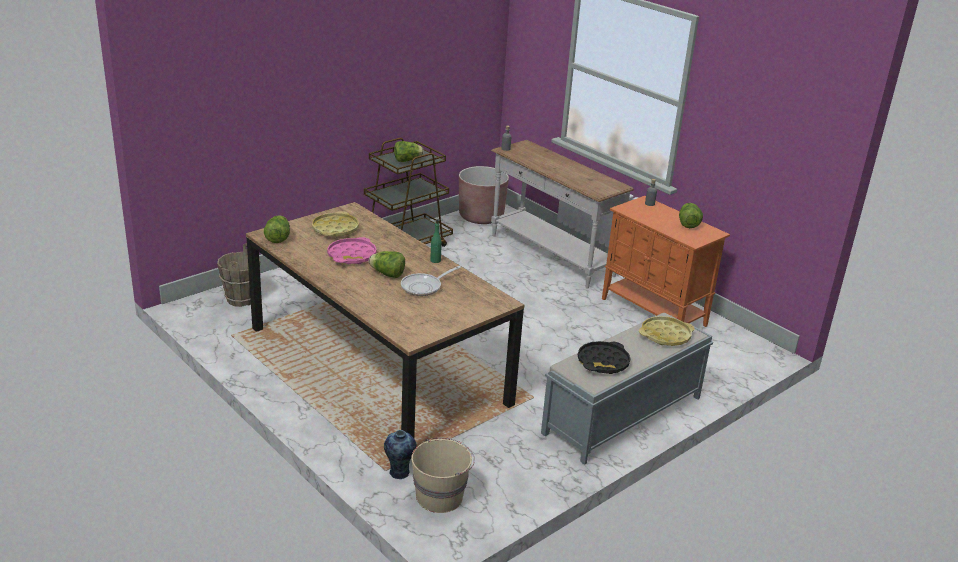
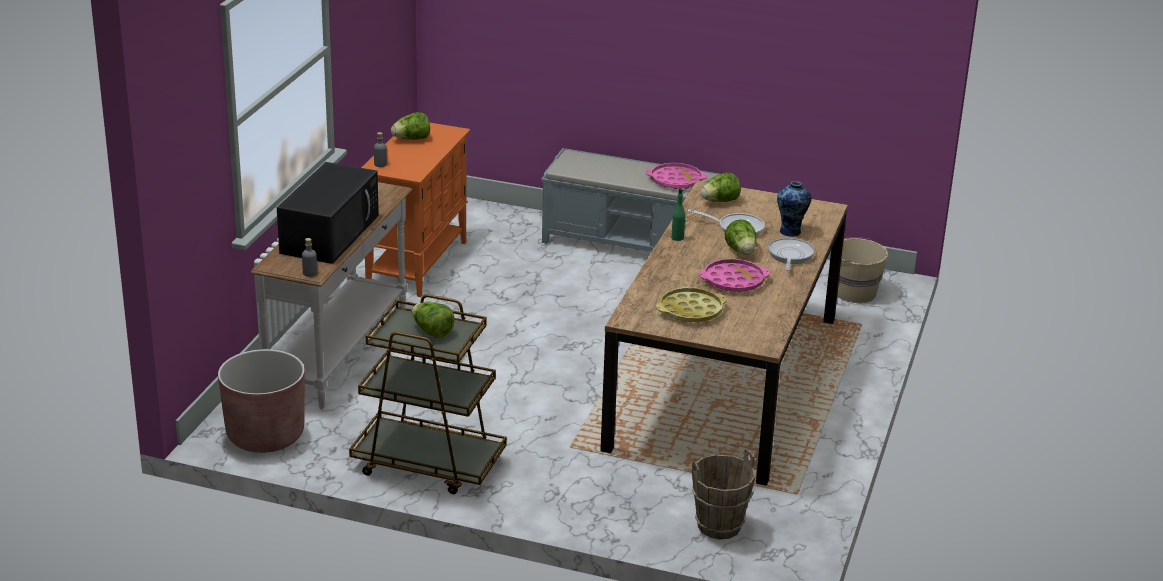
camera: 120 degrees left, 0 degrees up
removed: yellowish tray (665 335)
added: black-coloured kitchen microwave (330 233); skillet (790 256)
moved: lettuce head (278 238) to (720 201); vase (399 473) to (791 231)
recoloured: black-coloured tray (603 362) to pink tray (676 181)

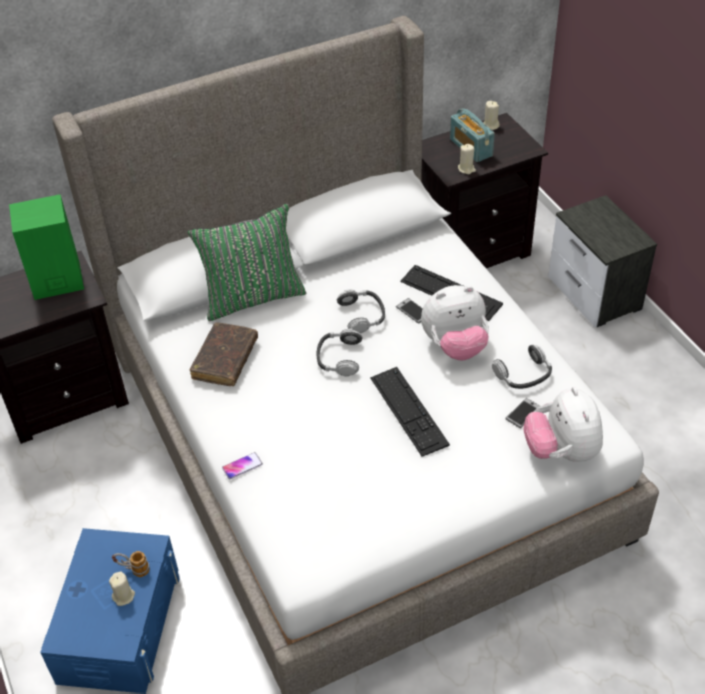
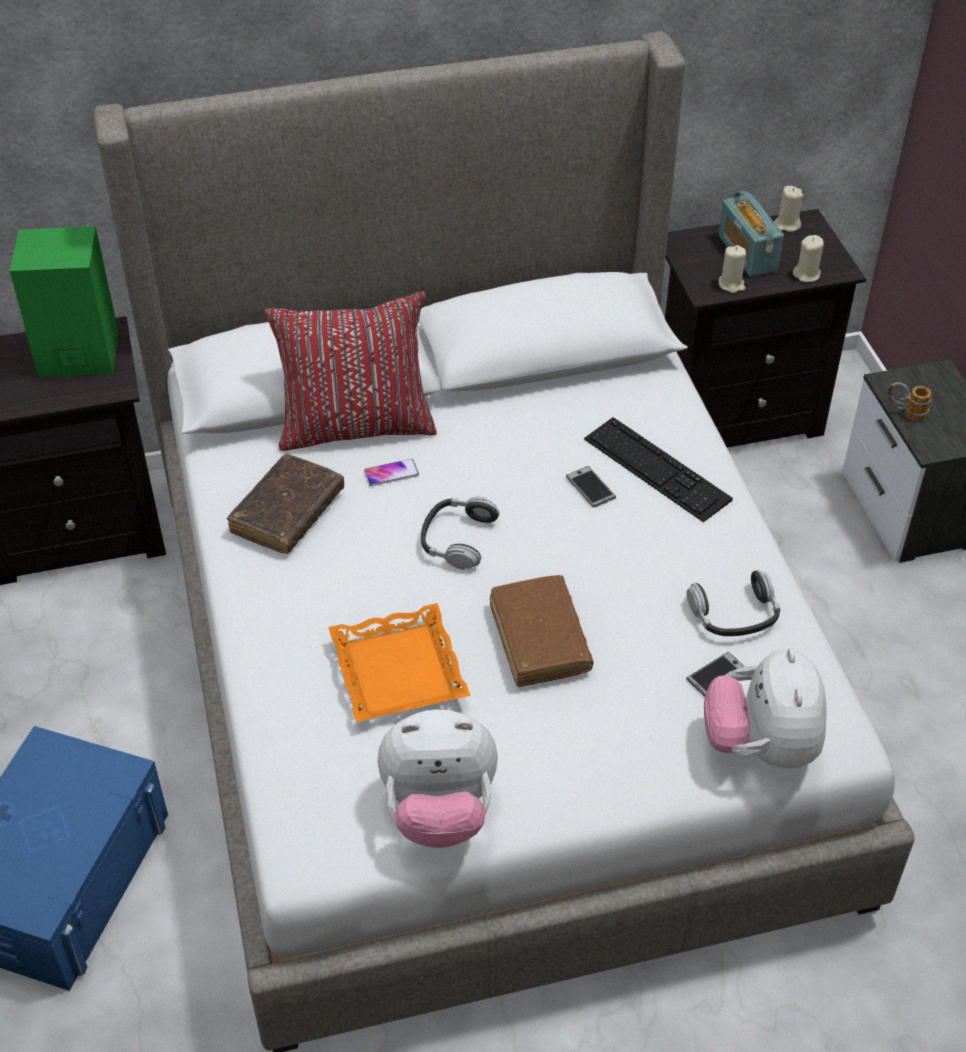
camera: 10 degrees right, 0 degrees up
removed: headphones (362 315)
added: orange-coloured tray (400 671)
moved: cuddly toy (455 346) to (439 811); phone (242 466) to (391 473); tea mug (133 570) to (905 413); beige wax candle (124 596) to (806 274)
replaced: computer keyboard (408 410) to brown-coloured volume (539 639)
recoloured: greenish throw pillow (252 297) to red-coloured throw pillow (356 425)

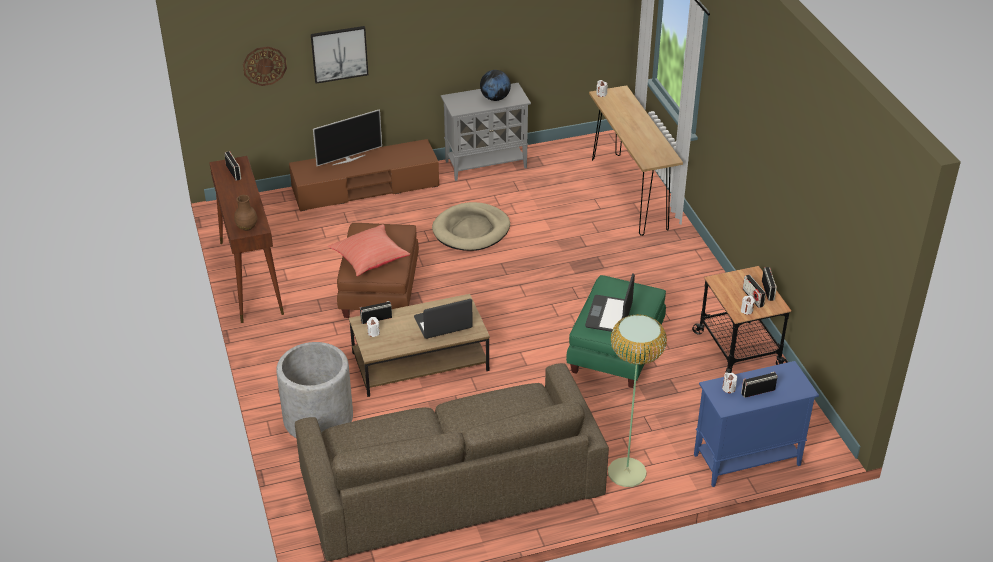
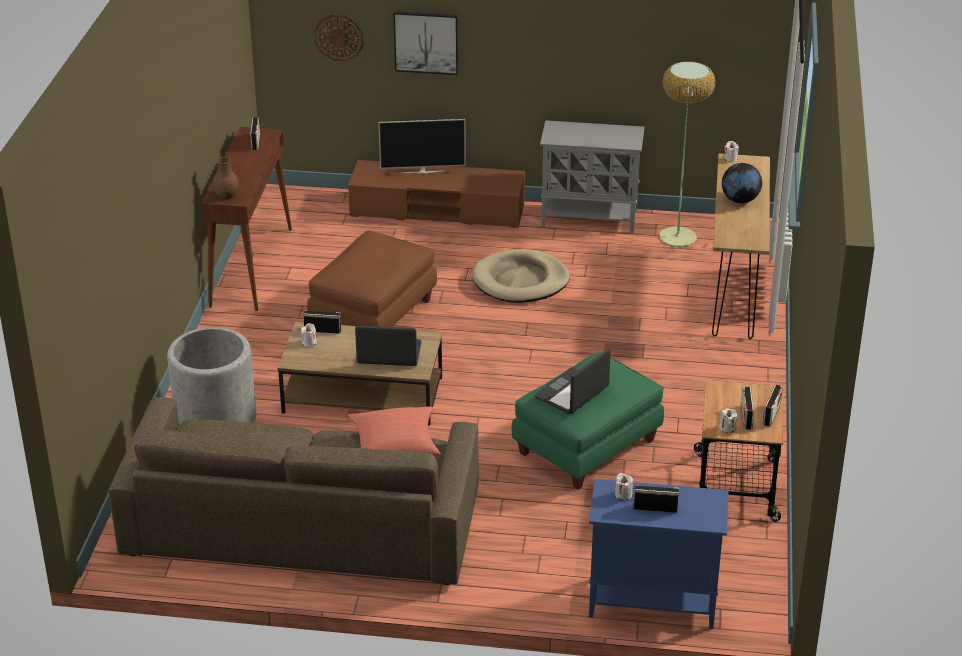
camera: 25 degrees right, 5 degrees down
moved: world globe (495 98) to (740 200); red-coloured throw pillow (370 260) to (395 448); standing lamp (626 472) to (677 237)

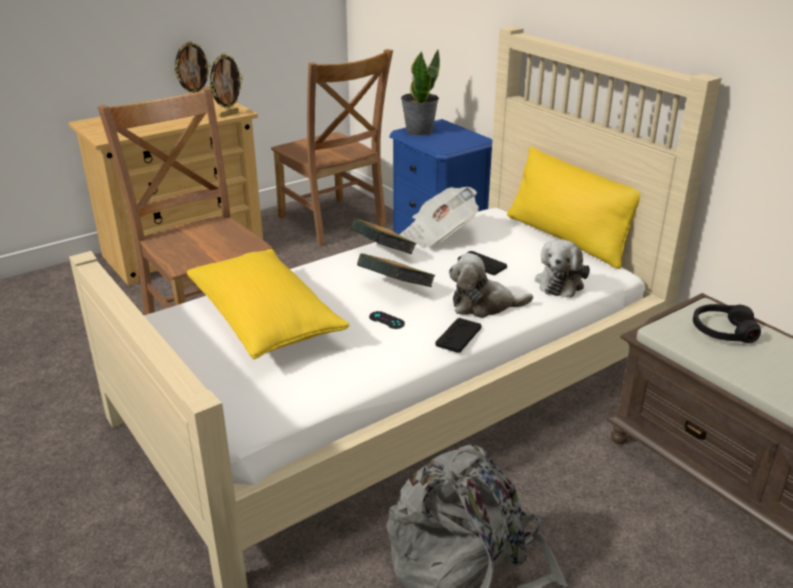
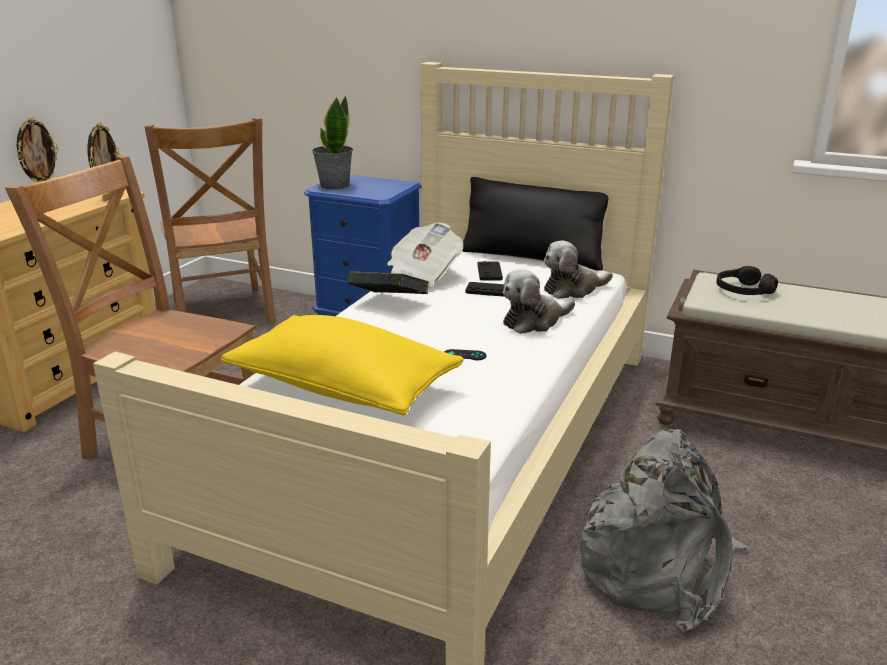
camera: 30 degrees left, 5 degrees down
removed: volume (395 289)
moved: black-coloured gamepad (458 336) to (489 272)
recoloured: yellowish throw pillow (566 238) to black-coloured throw pillow (532 258)
turned: brown-coloured upright chair (333 223) = (223 313) 45 degrees clockwise; cuddly toy (560 282) = (573 289) 75 degrees clockwise

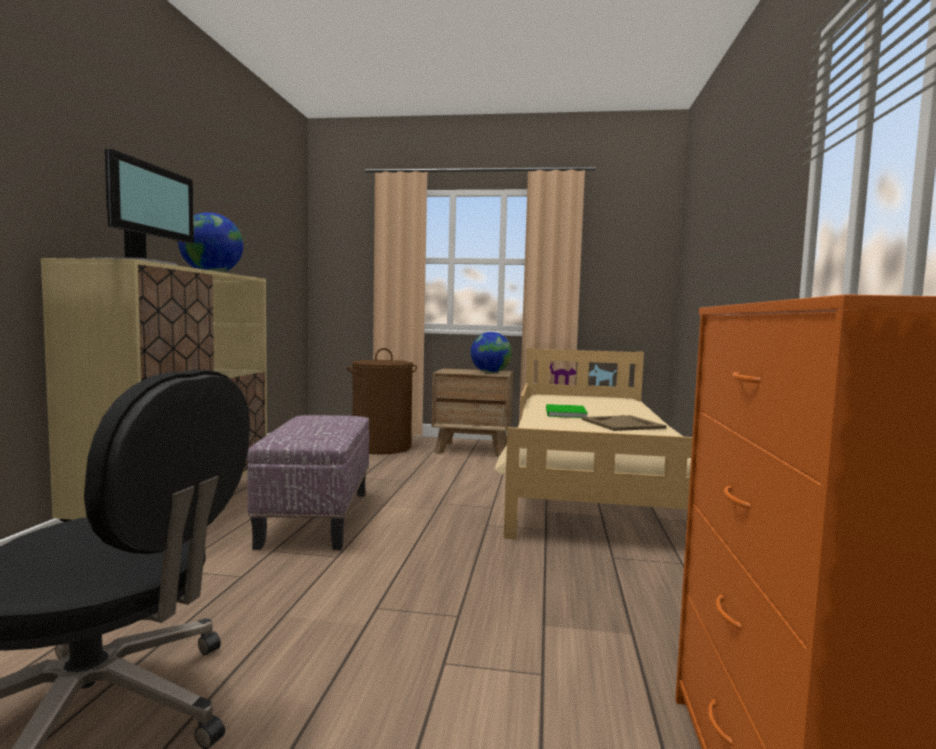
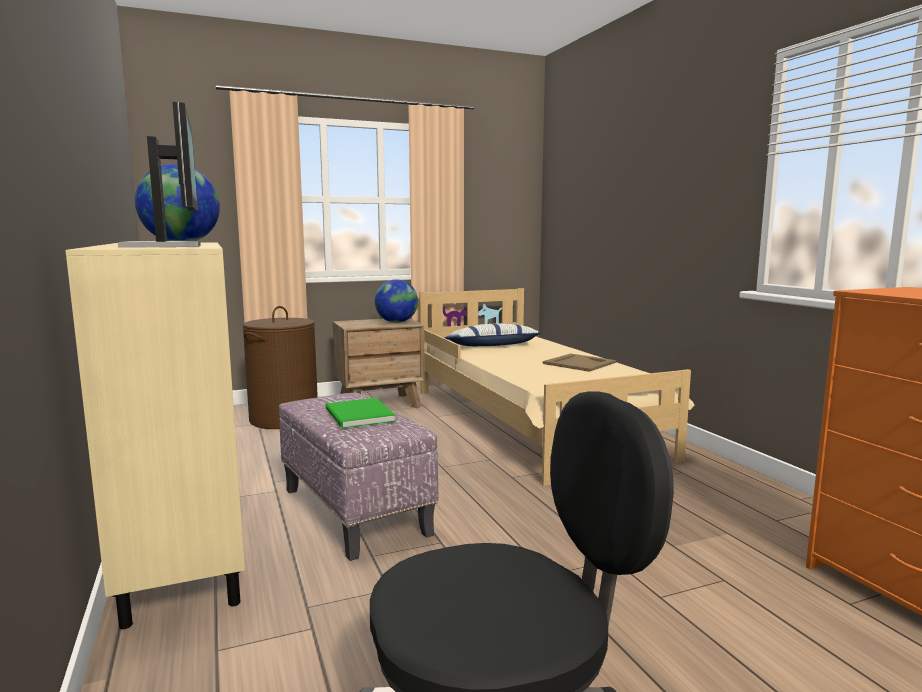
camera: 30 degrees left, 5 degrees up
added: throw pillow (492 346)
moved: greenish volume (564 413) to (358 416)

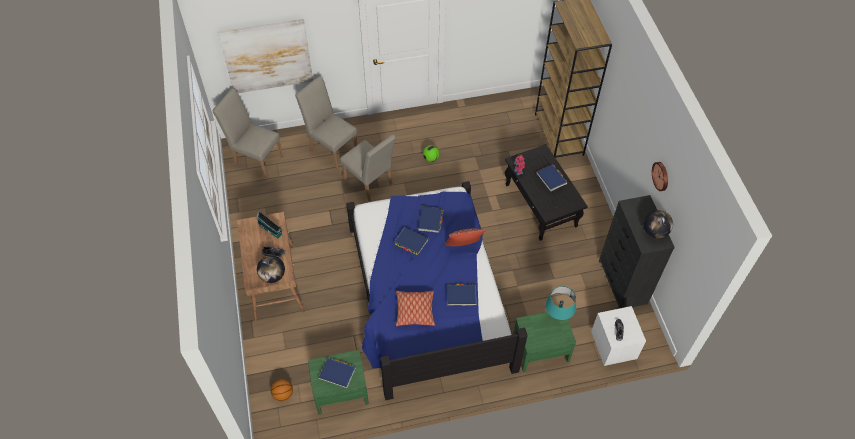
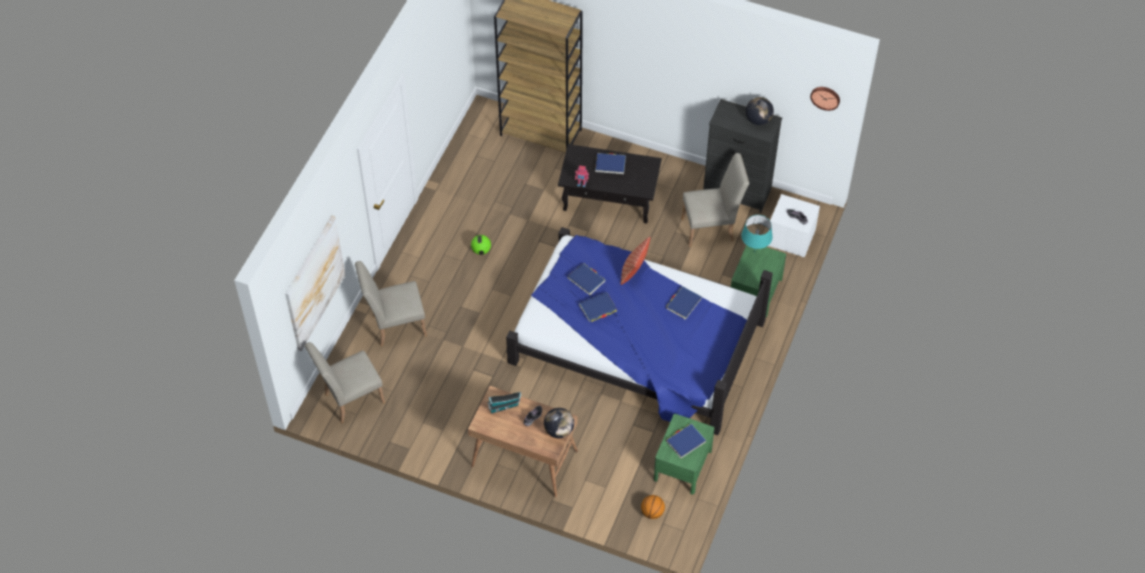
camera: 55 degrees left, 0 degrees up
removed: throw pillow (415 311)
moved: beige upright chair (370 184) to (712 228); wall clock (661 176) to (825 97)

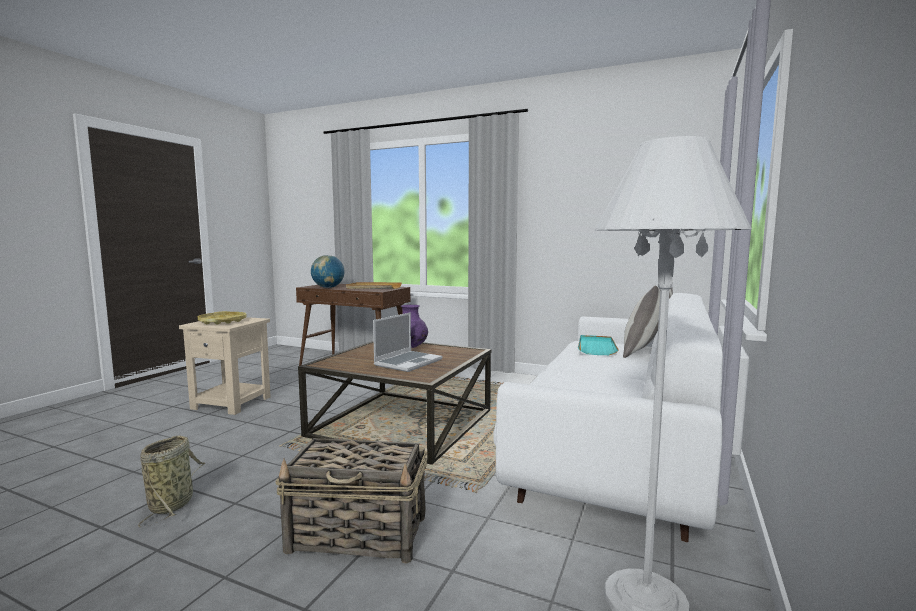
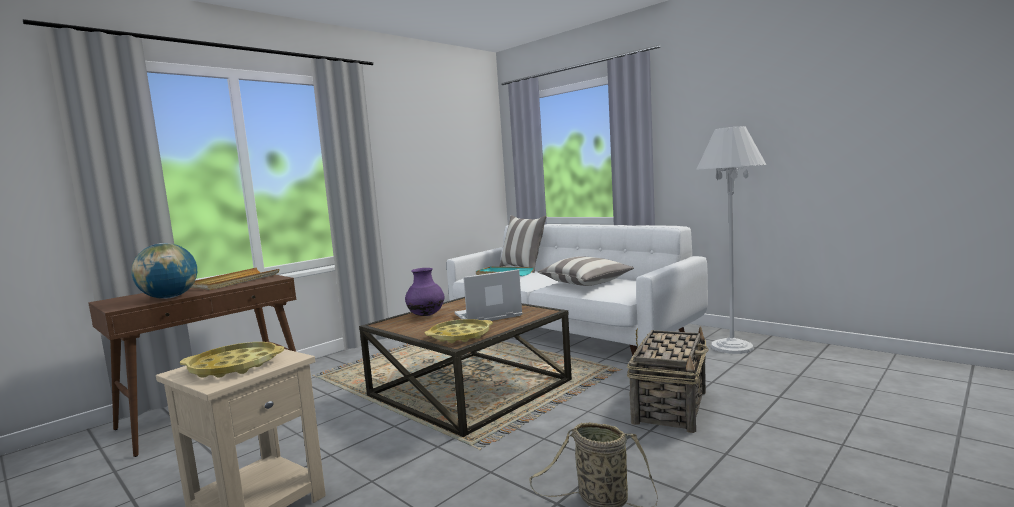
camera: 70 degrees left, 0 degrees up
added: throw pillow (585 282); yellowish tray (460 336)
turned: portable computer (408 362) = (487 316) 75 degrees counterclockwise

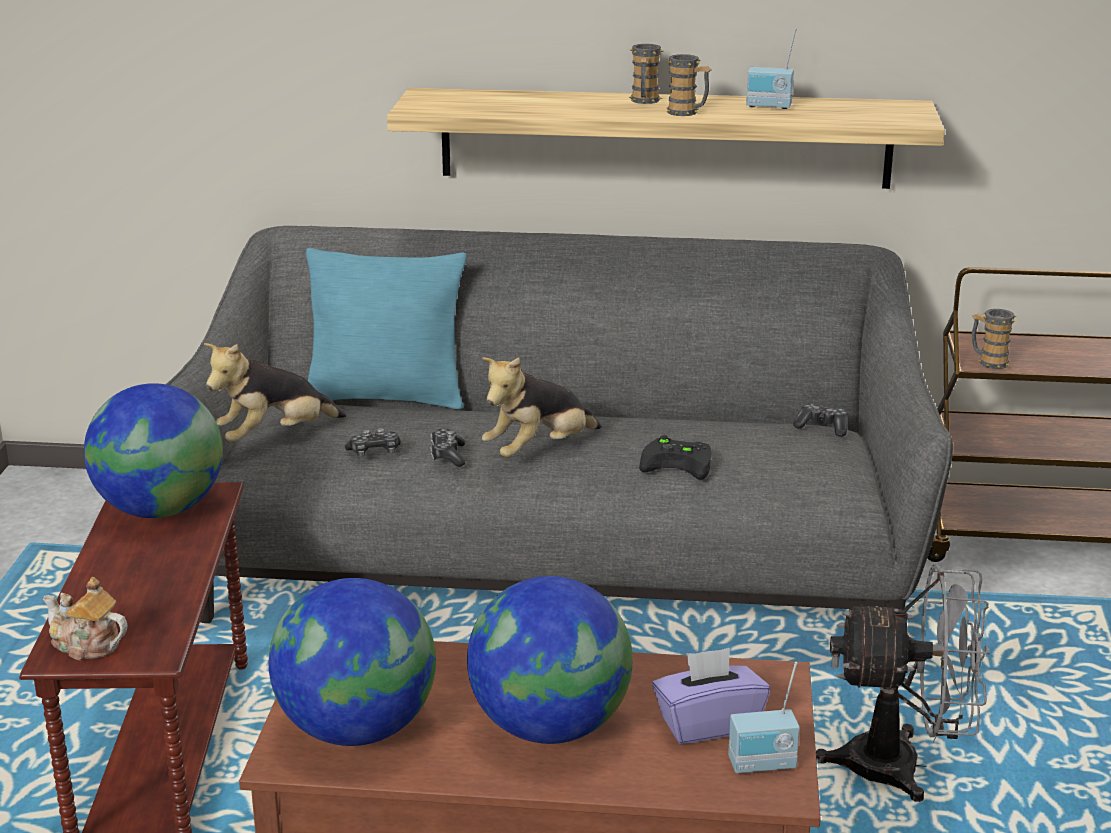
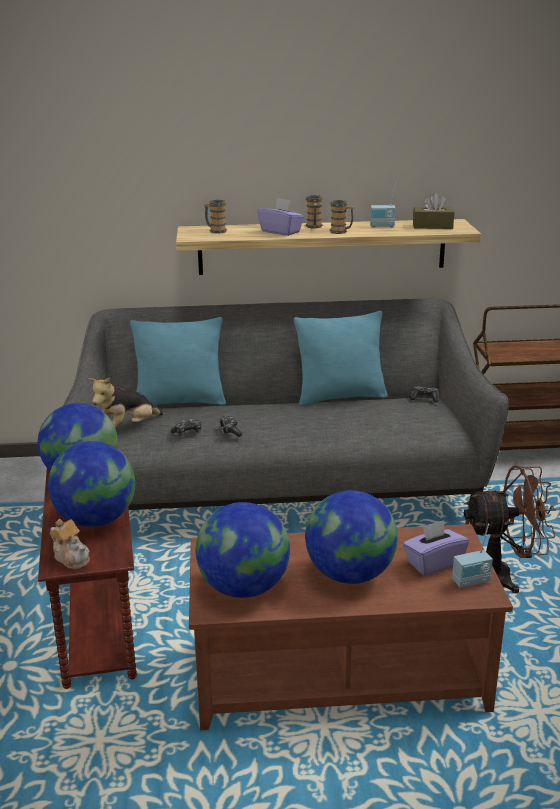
camera: 10 degrees left, 0 degrees up
removed: cuddly toy (539 451); black-coloured gamepad (680 463)
added: brown-coloured tissue box (432 226); purplish tissue box (281 231); turquoise throw pillow (340 397); world globe (96 520)
moved: tea mug (988 362) to (215 231)
recoloured: greyish cooling fan (903 767) to brown-coloured cooling fan (502 576)
turned: tea pot (86 646) = (72 558) 150 degrees counterclockwise

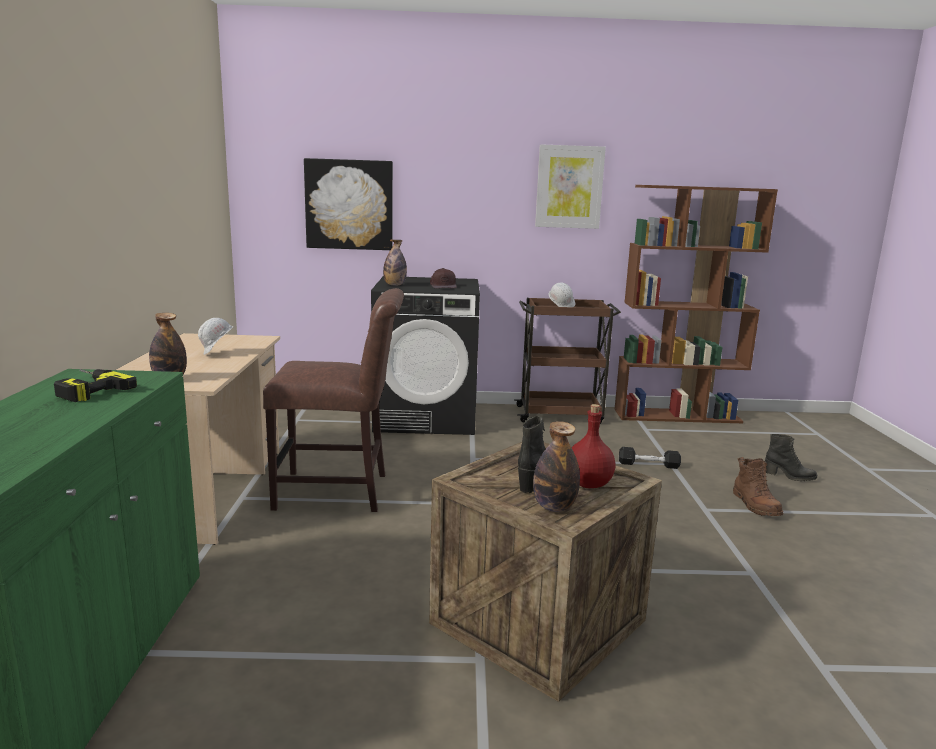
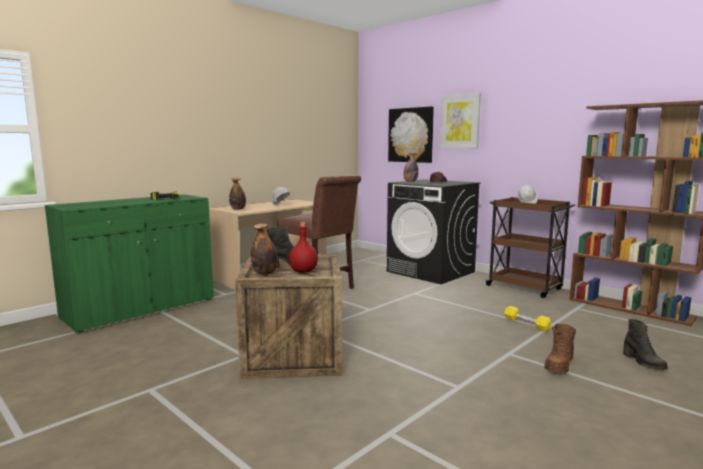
camera: 45 degrees right, 5 degrees down
moved: wall picture (569 187) to (460 121)
recoloured: black-coloured hand weight (648 464) to yellowish hand weight (526 324)

